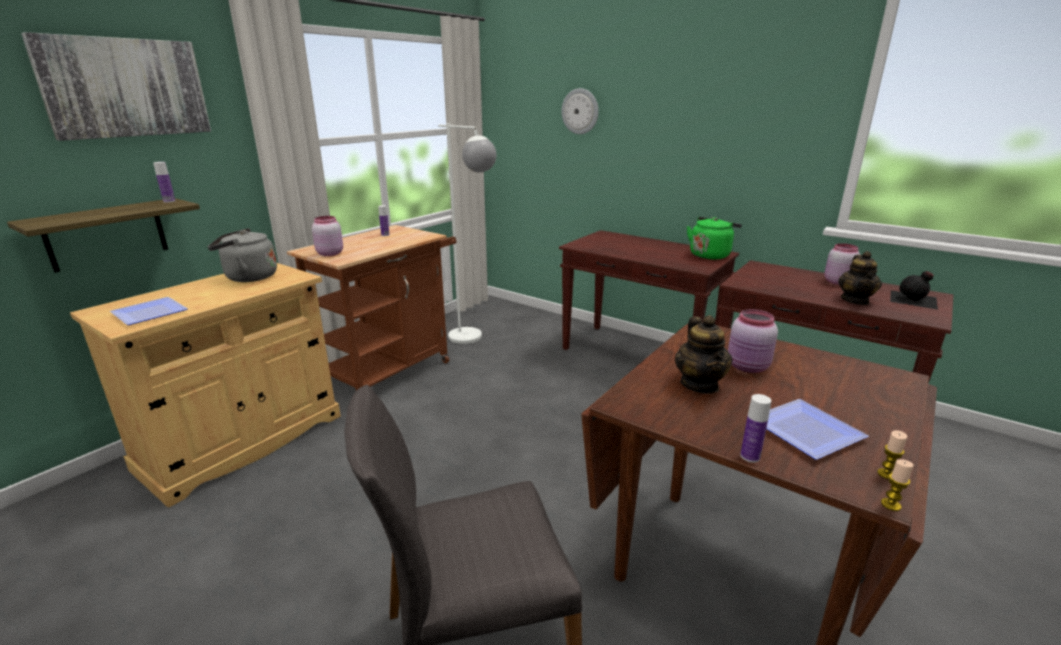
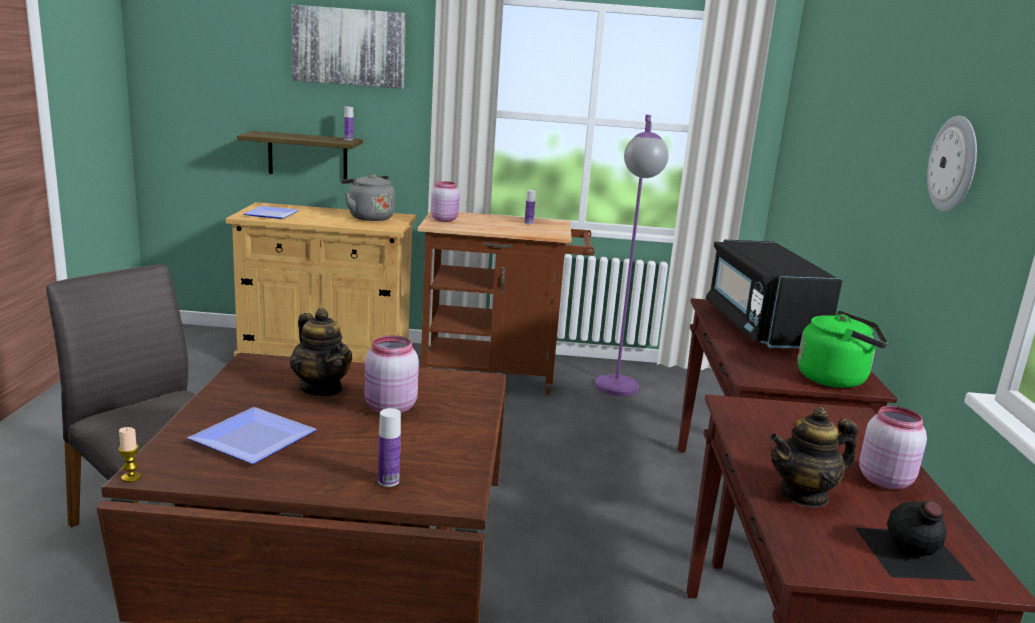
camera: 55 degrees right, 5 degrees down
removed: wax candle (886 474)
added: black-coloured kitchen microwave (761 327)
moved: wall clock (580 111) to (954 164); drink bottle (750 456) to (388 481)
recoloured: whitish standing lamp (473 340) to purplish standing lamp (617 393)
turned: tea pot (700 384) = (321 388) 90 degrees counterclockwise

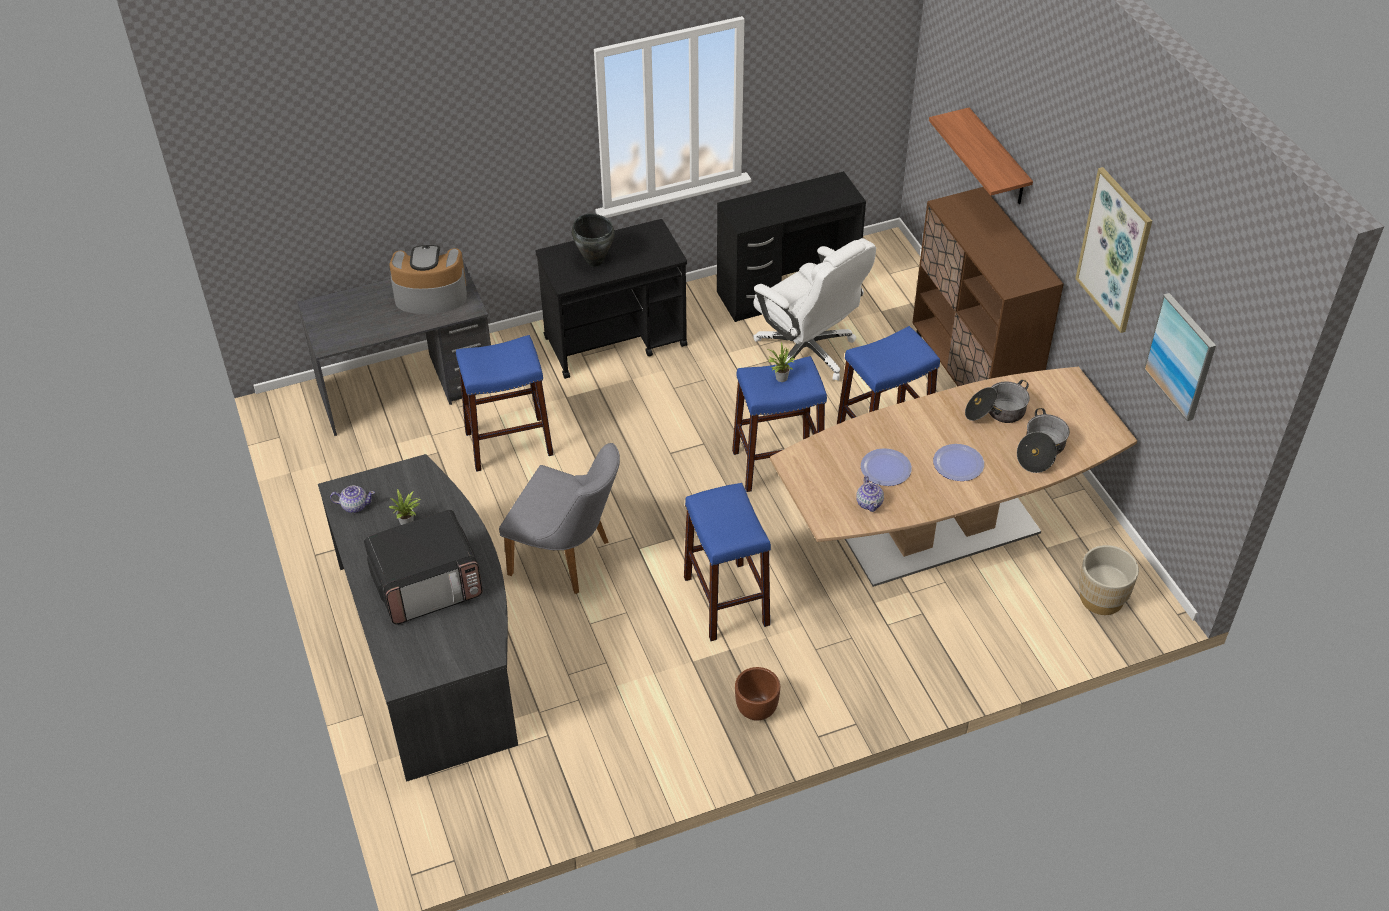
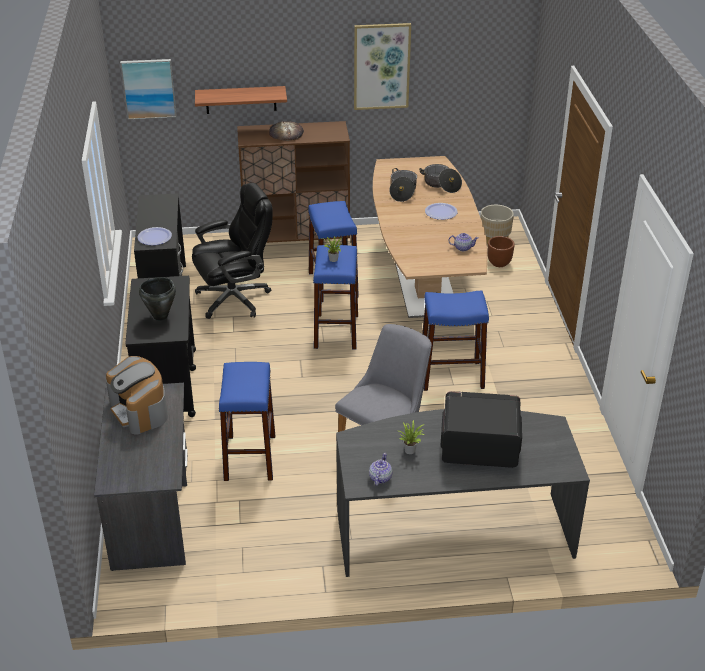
camera: 75 degrees left, 10 degrees down
added: bread (286 133)
moved: wall picture (1181 356) to (149 88); plate (886 468) to (154 237); brown-coloured flower pot (756 708) to (499 263)
recoloured: whitish desk chair (807 353) to black-coloured desk chair (235 298)
turned: coffee machine (430 295) = (140 411) 45 degrees counterclockwise; kitchen microwave (428 584) = (478 446) 75 degrees counterclockwise

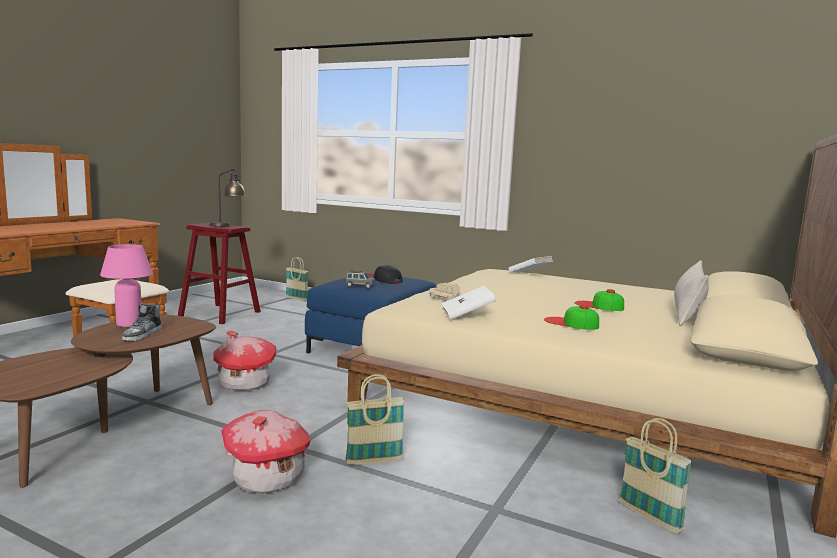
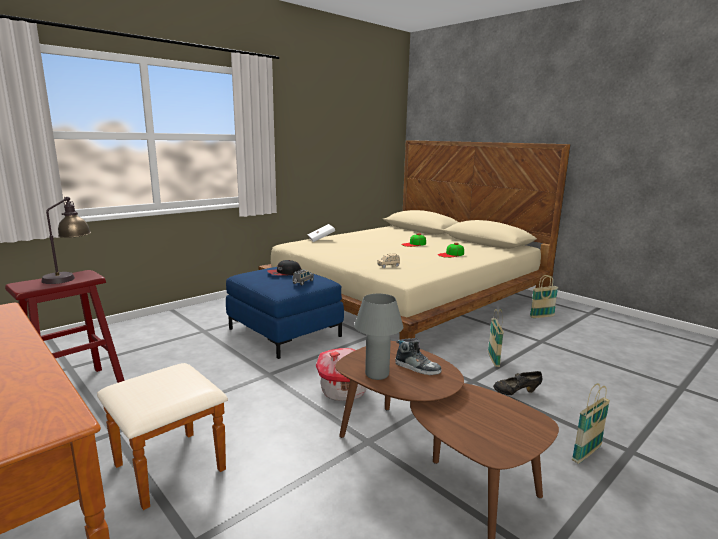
camera: 70 degrees left, 5 degrees up
removed: beige throw pillow (687 314); whitish volume (467 315)
moved: basket (296 299) to (586 453)
replaced: model house (267 478) to black-coloured low shoe (516 393)
recoloured: pink tabletop lamp (129 324) to greyish tabletop lamp (377 374)

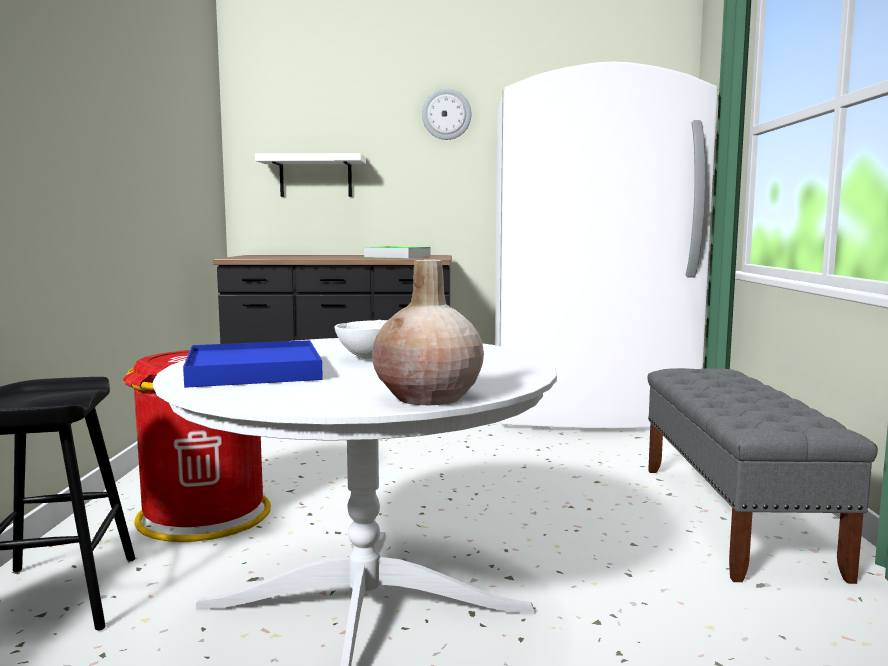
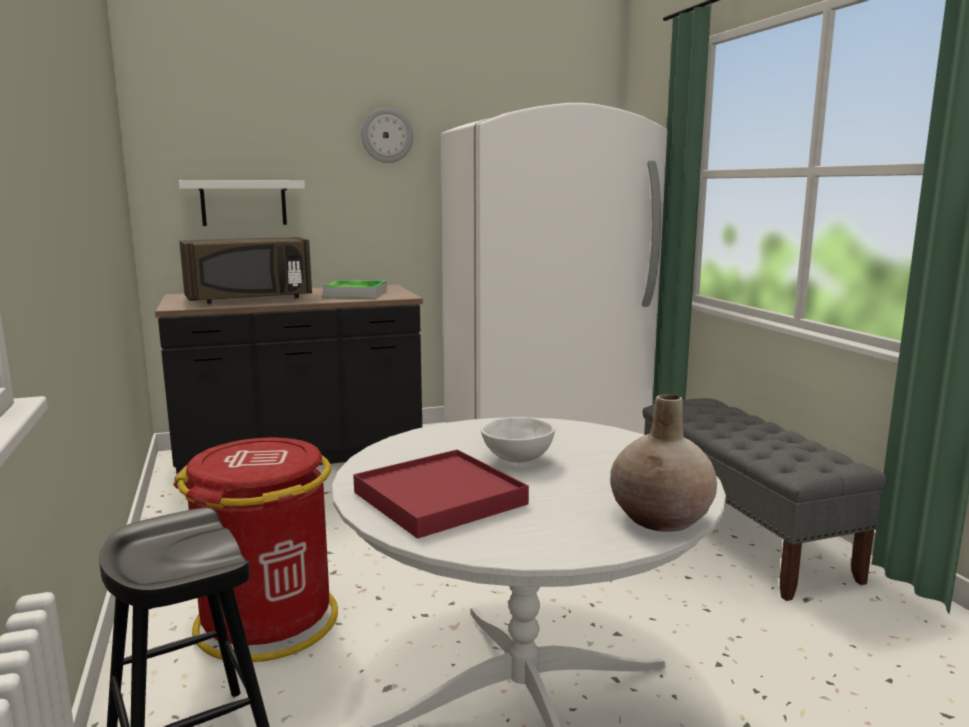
camera: 20 degrees left, 5 degrees up
added: brown-coloured kitchen microwave (250 299)
recoloured: blue-coloured tray (254 371) to red-coloured tray (439 498)

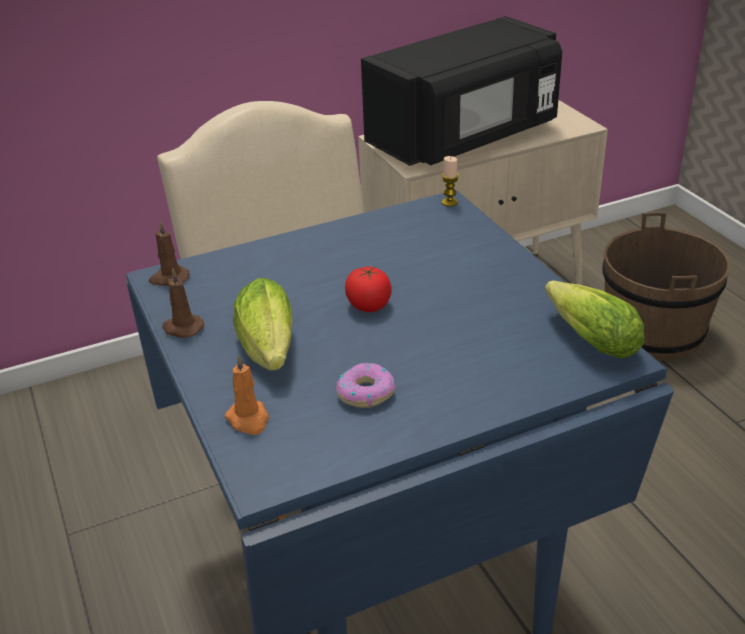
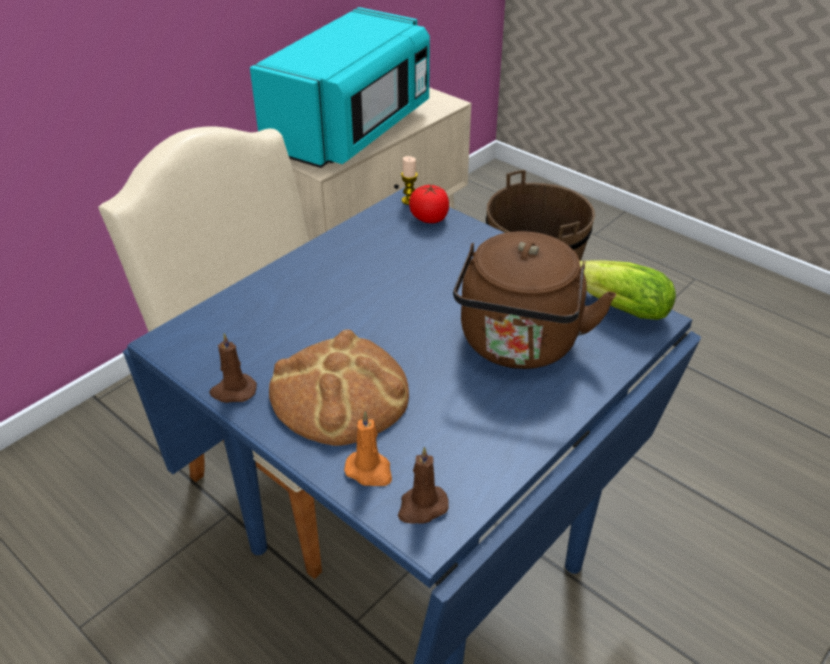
camera: 25 degrees left, 5 degrees up
removed: donut (365 392)
added: brown-coloured kettle (518 346)
moved: brown-coloured wax candle (169 278) to (421 507); fresh tomato (369 305) to (429 218)
replaced: lettuce head (269 352) to bread (341 393)
recoloured: black-coloured kitchen microwave (465 137) to turquoise kitchen microwave (351 131)

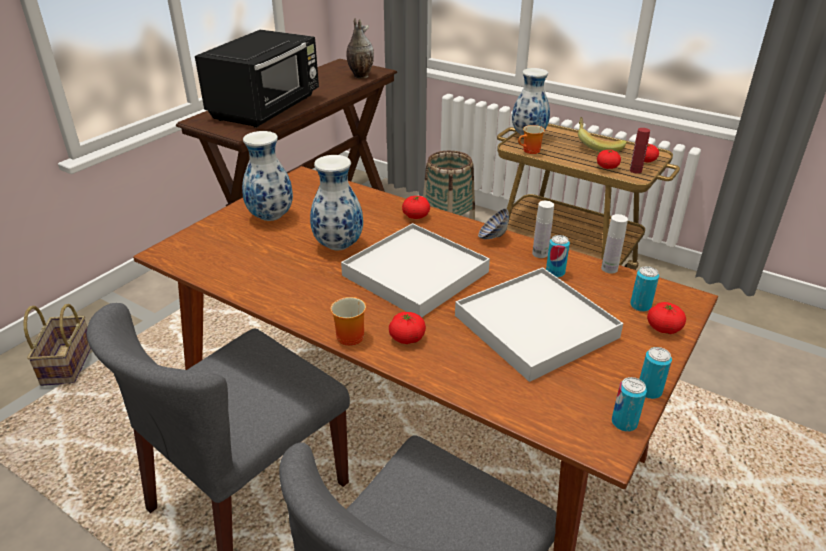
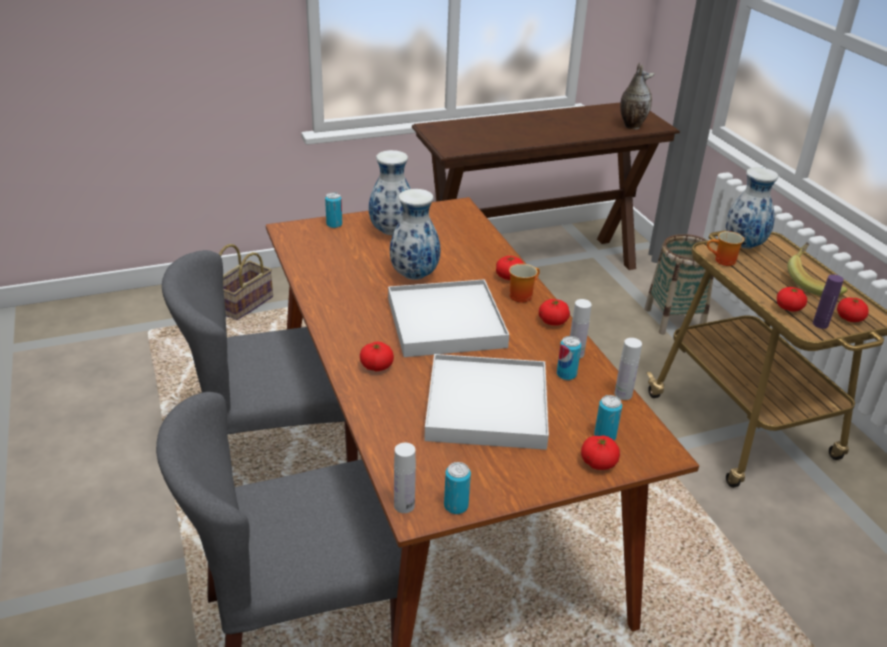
camera: 35 degrees right, 0 degrees up
removed: black-coloured kitchen microwave (267 108)
added: whitish drink bottle (404 505)
moved: tea mug (349 334) to (521 295); metal can (649 391) to (334 224)
replaced: bowl (492 237) to fresh tomato (553 321)
recoloured: red-coloured drink bottle (635 170) to purplish drink bottle (820 324)

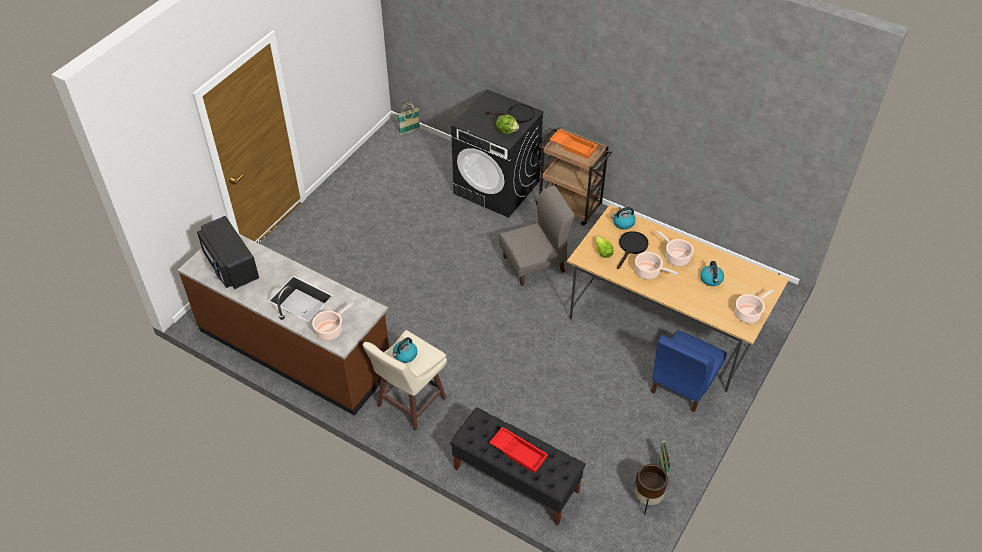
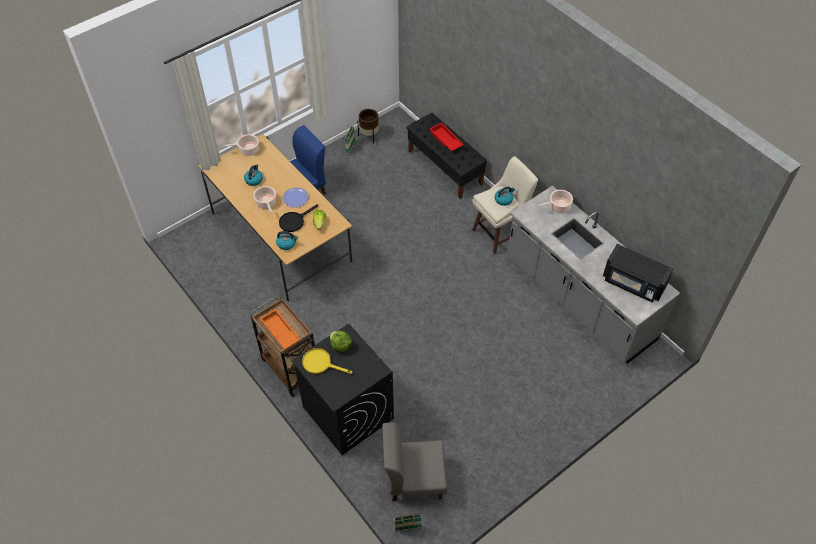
camera: 160 degrees left, 5 degrees up
moved: greyish upright chair (534 264) to (414 479)
replaced: cooking pot (649 272) to plate (295 198)
recoloured: black-coloured skillet (516 115) to yellowish skillet (321 363); brown-coloured kitchen counter (295 349) to greyish kitchen counter (579 299)
turned: black-coloured kitchen microwave (230 265) = (633 283) 135 degrees clockwise

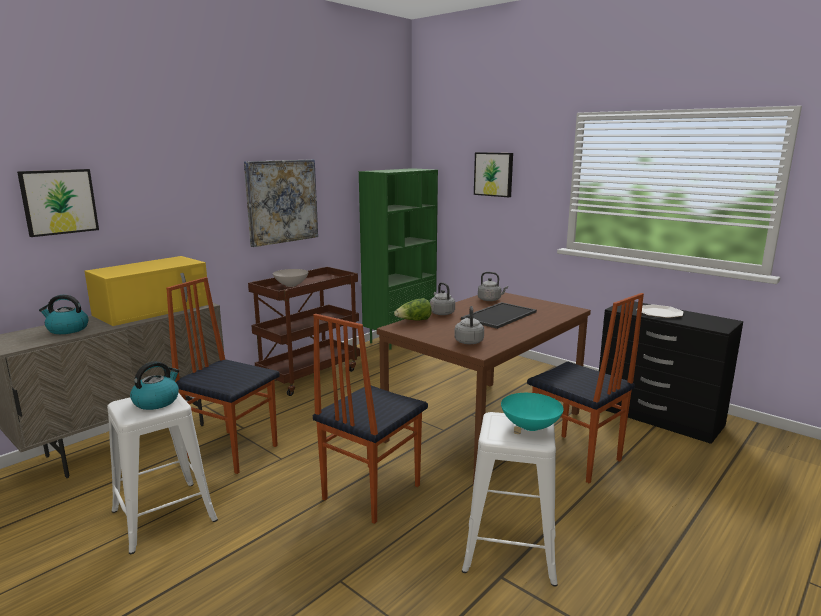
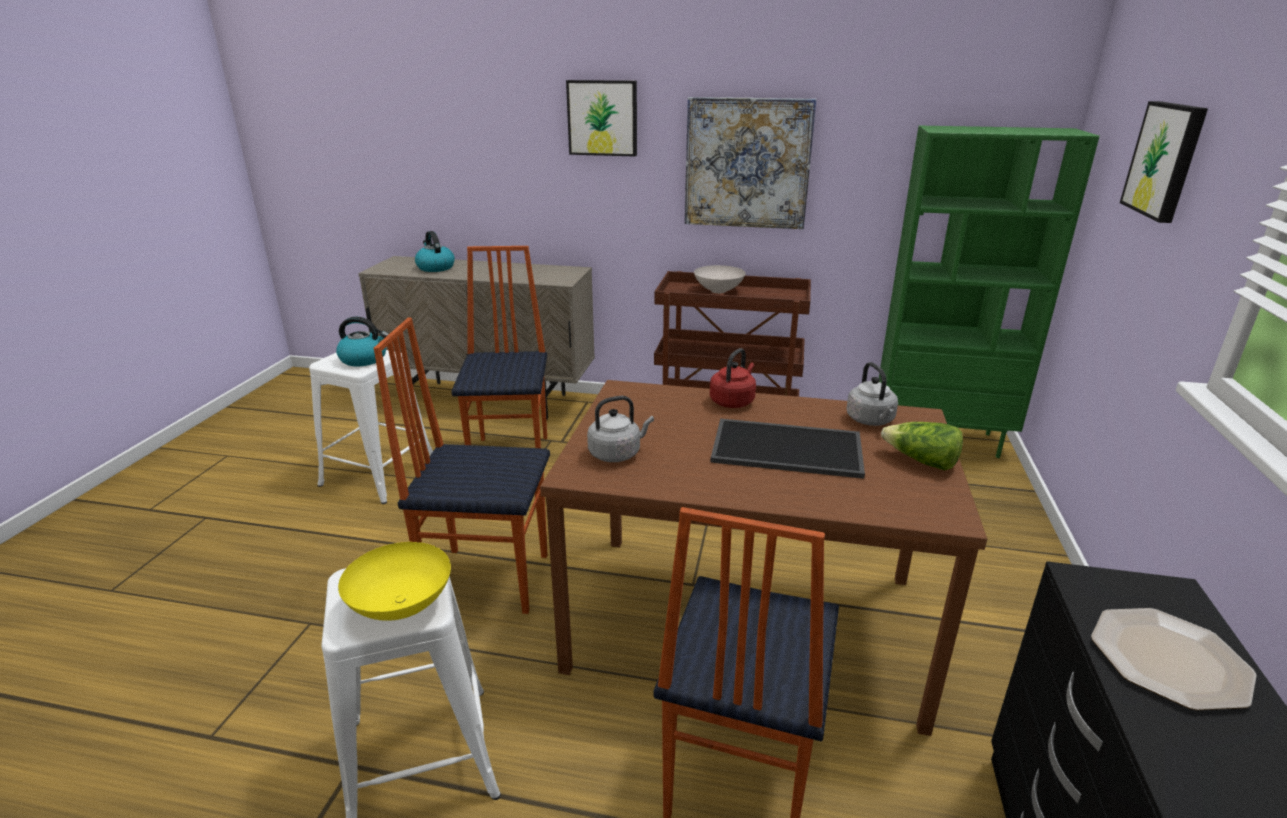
camera: 60 degrees right, 10 degrees up
removed: yellowish kitchen microwave (154 309)
moved: wall picture (59 201) to (603 118); lettuce head (414 321) to (921 461)
recoloured: greyish kettle (441 313) to red-coloured kettle (733 401); turquoise bowl (531 427) to yellowish bowl (400 607)

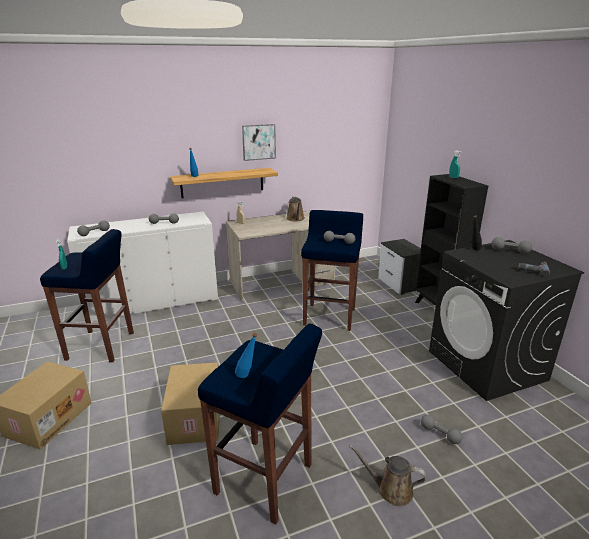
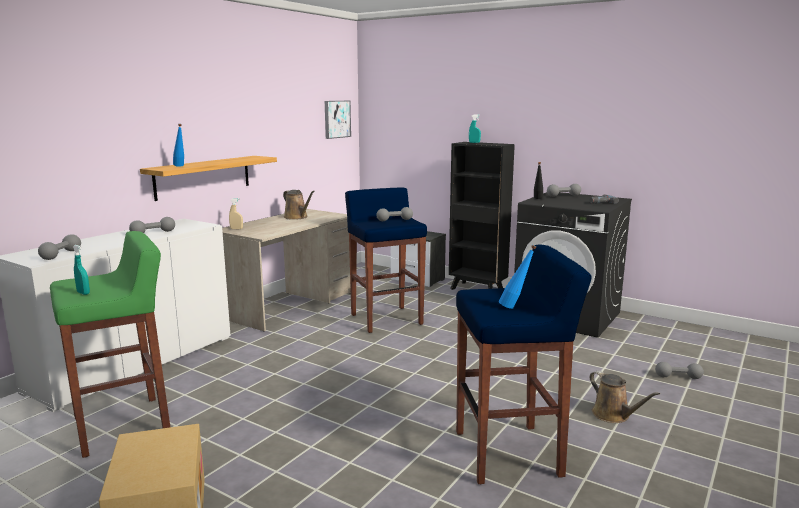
camera: 35 degrees left, 10 degrees down
removed: packing box (194 417)
moved: wall picture (258 142) to (336 119); greyish hand weight (440 434) to (678 377)
recoloured: blue-coloured sitting stool (101 346) to greenish sitting stool (124 425)
turned: brown-coloured watering can (391 489) = (613 415) 105 degrees counterclockwise

